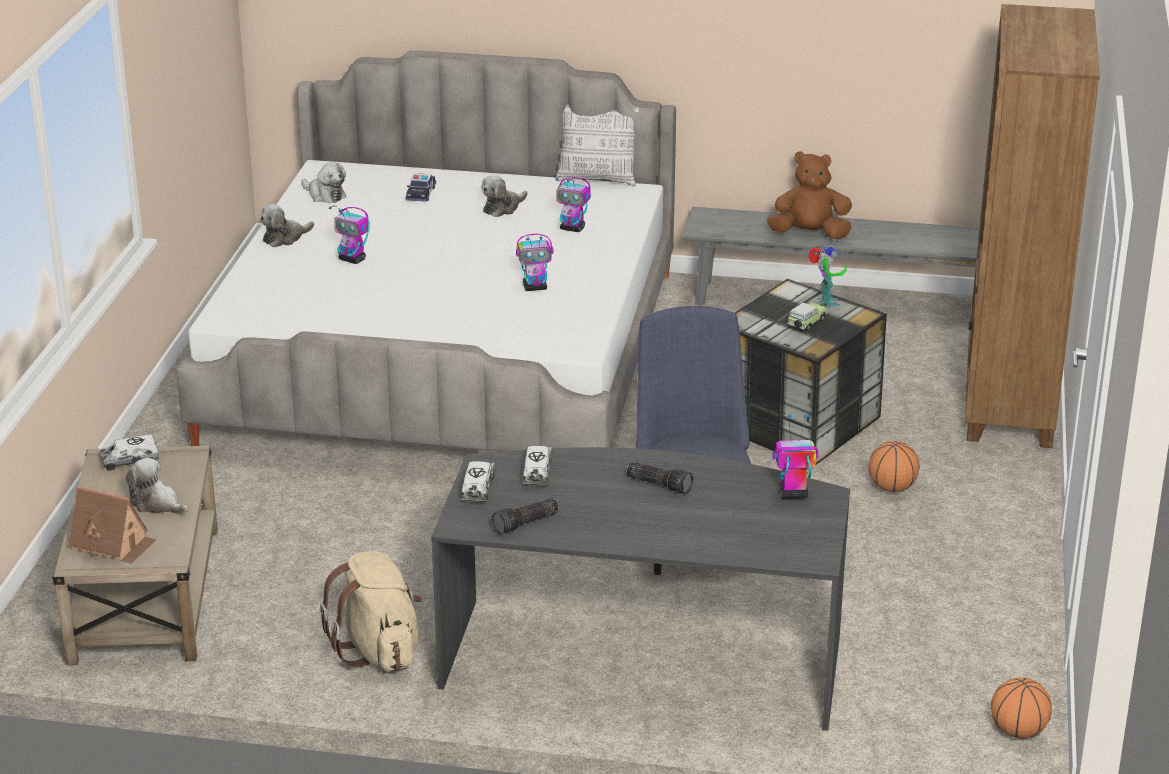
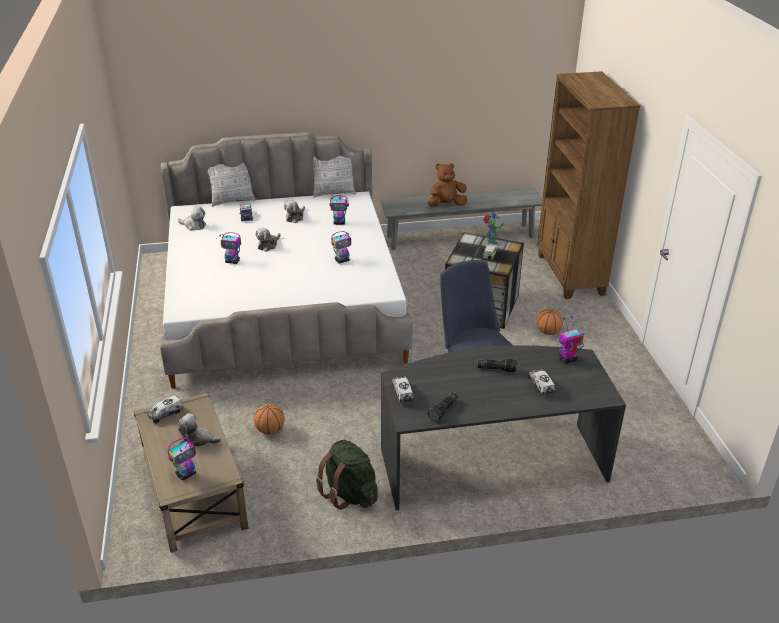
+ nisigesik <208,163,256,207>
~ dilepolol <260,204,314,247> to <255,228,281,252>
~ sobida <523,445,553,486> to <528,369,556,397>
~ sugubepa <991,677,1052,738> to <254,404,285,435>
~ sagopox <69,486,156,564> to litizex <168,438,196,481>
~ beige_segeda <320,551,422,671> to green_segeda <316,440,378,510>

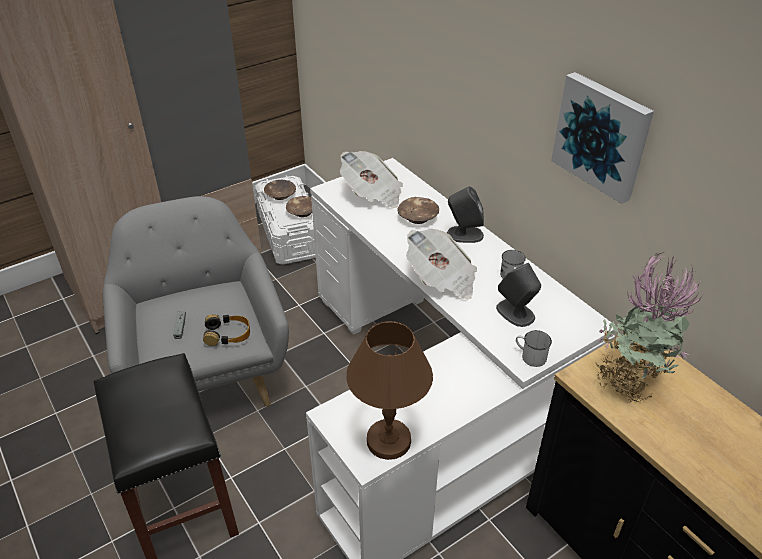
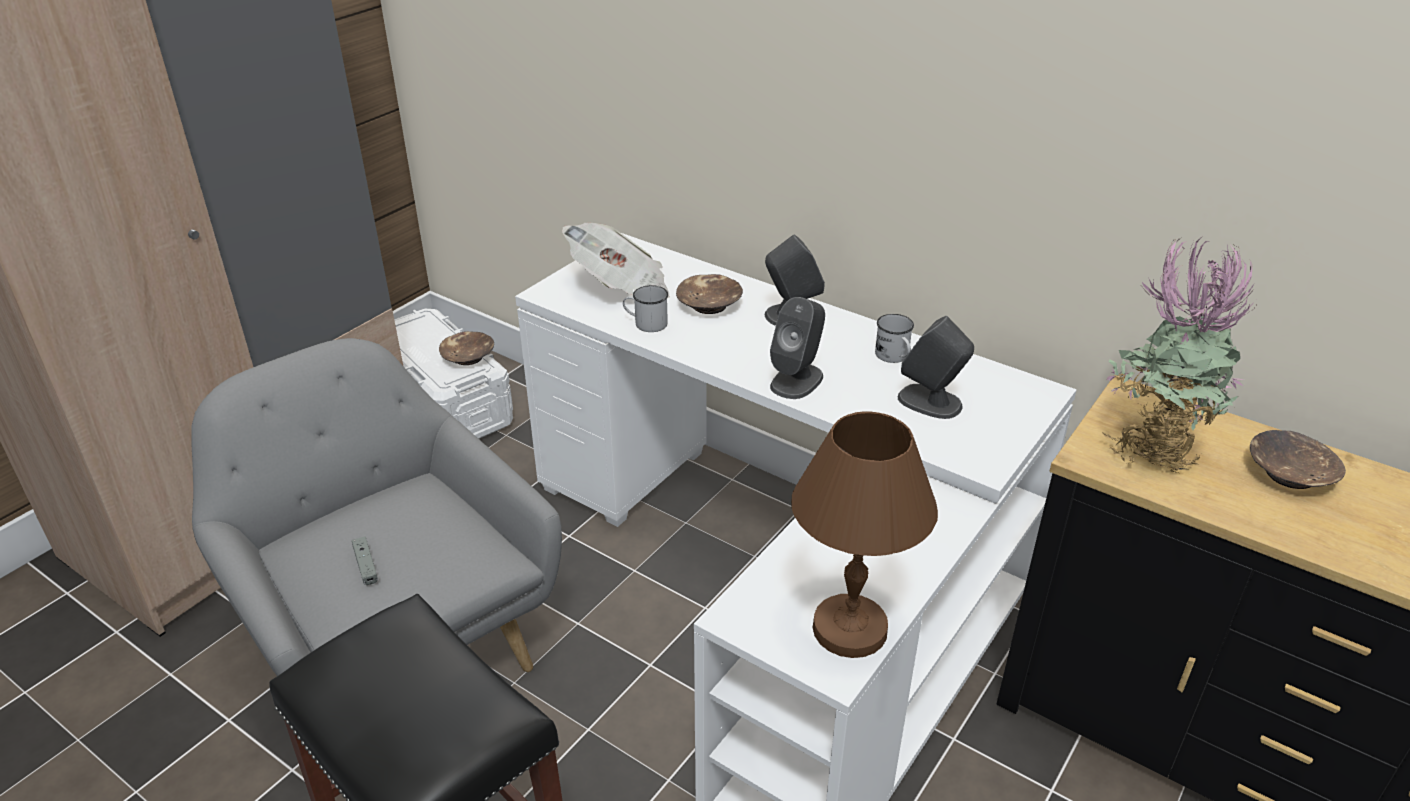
- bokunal <203,314,250,346>
- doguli <551,72,654,204>
~ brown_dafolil <264,180,296,200> to <1250,430,1346,489>
~ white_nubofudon <516,330,552,367> to <623,285,668,332>
~ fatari <406,229,477,299> to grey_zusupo <770,297,825,399>

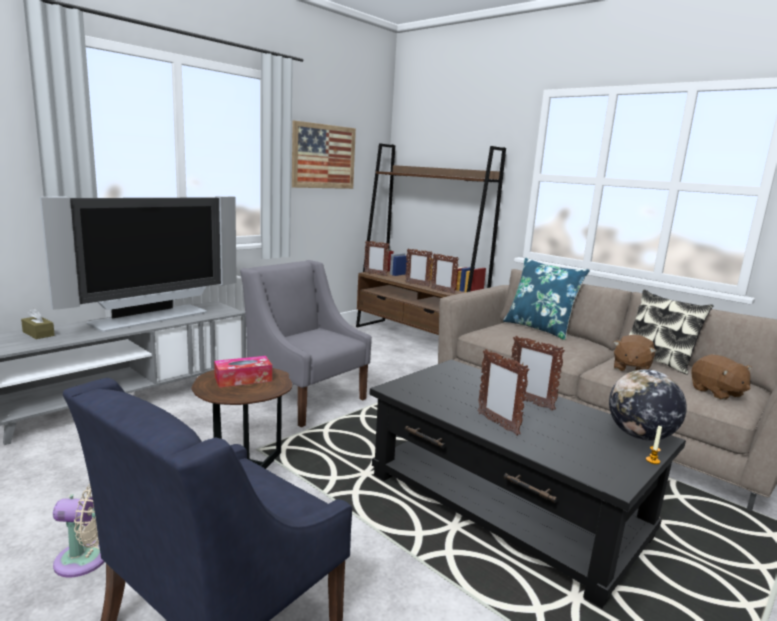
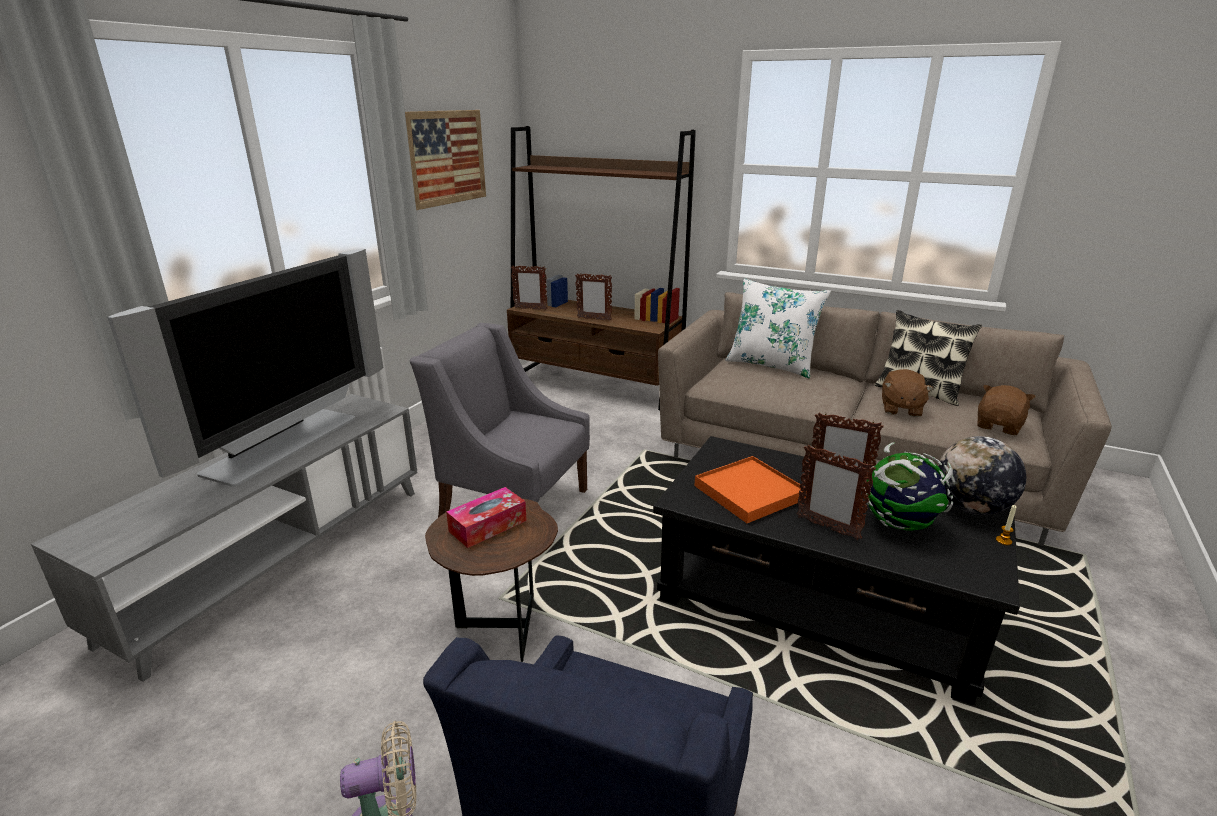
- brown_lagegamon <21,308,55,339>
- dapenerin <431,253,459,294>
+ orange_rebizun <694,456,807,523>
+ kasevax <864,442,956,531>
~ blue_nisigesik <503,258,590,340> to white_nisigesik <725,278,831,378>
~ brown_dilepolol <691,354,752,400> = <977,385,1036,435> 105 degrees counterclockwise

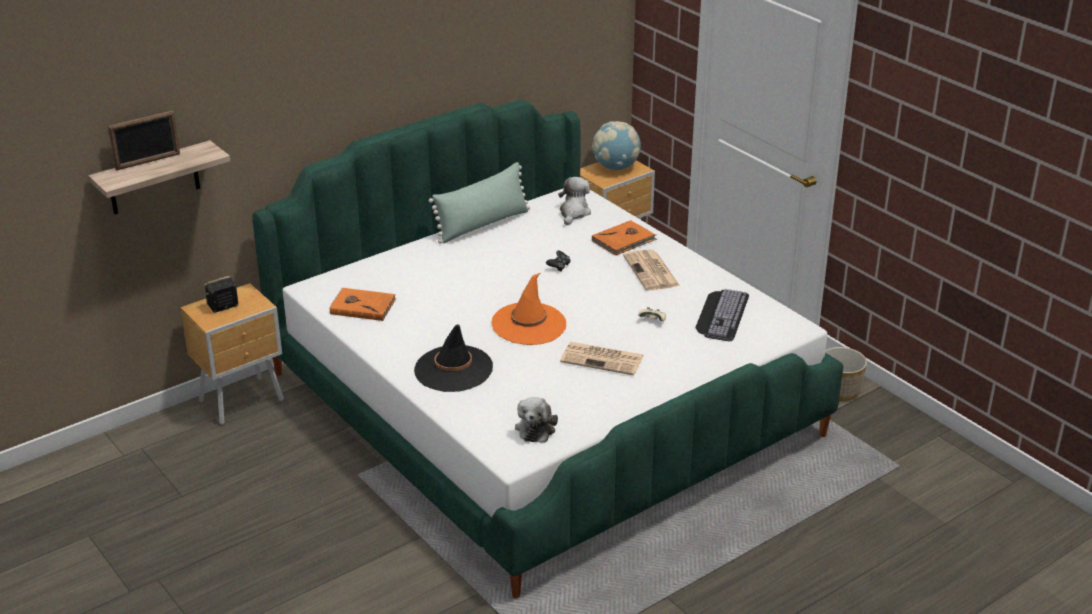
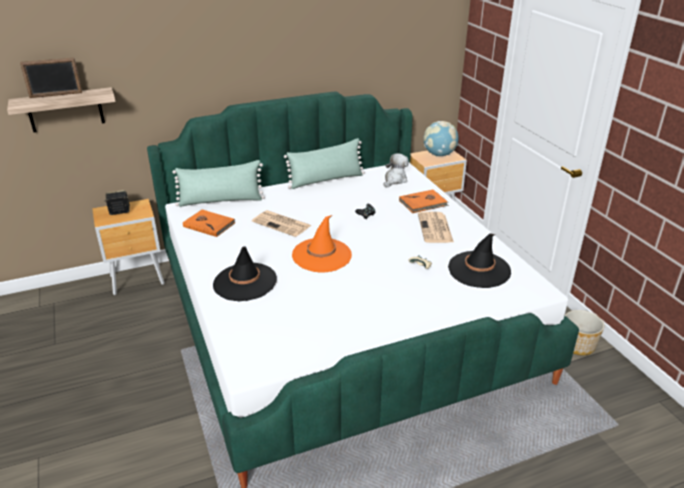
- dilepolol <515,397,558,443>
+ green_nisigesik <172,160,265,207>
~ fatari <560,342,644,375> to <252,210,312,237>
~ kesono <695,289,749,341> to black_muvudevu <448,233,511,288>

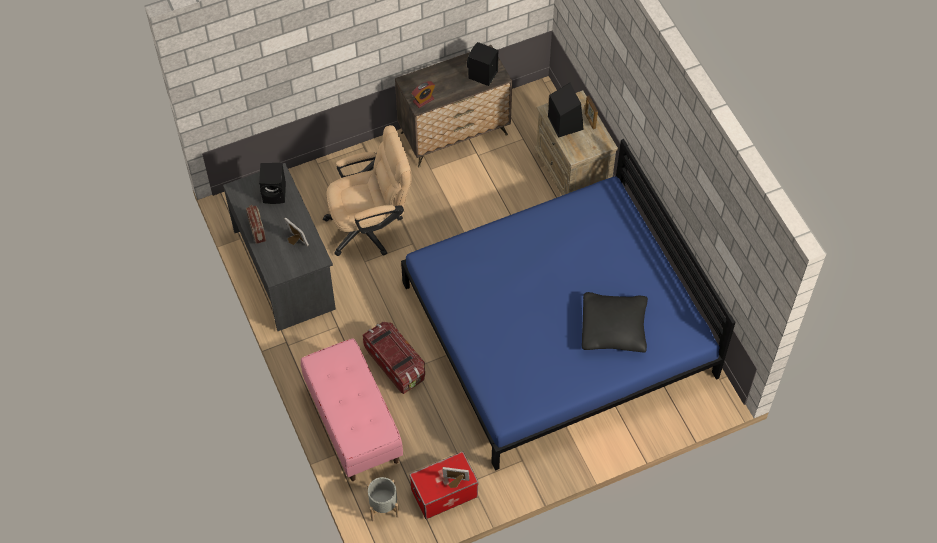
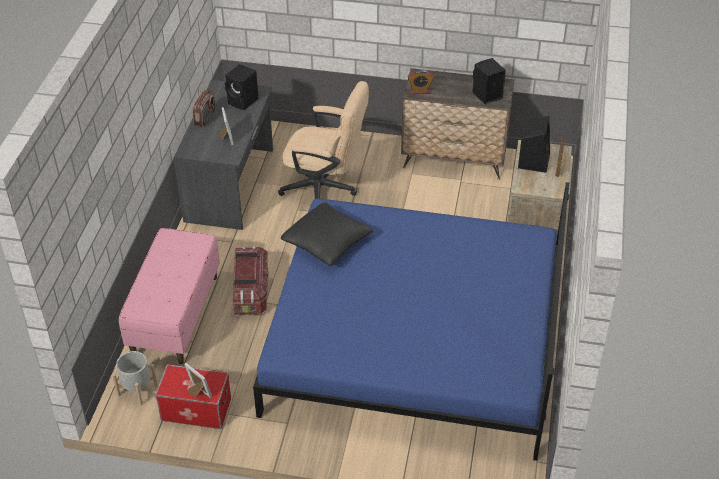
~ black_nisigesik <582,292,648,352> to <281,202,373,266>

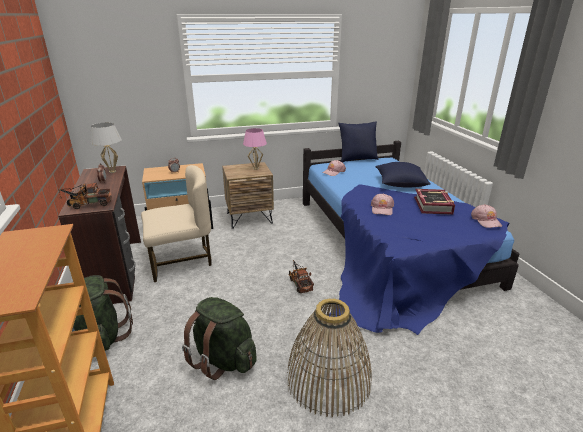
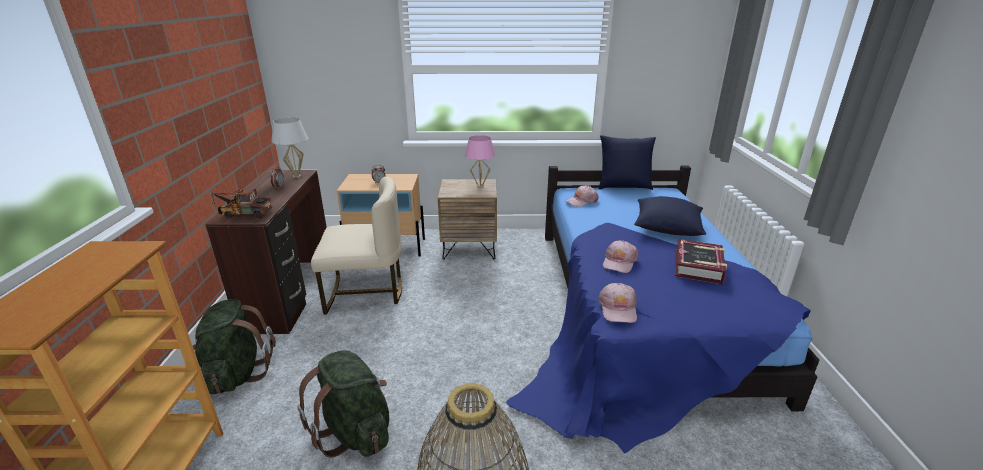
- sobida <289,260,314,293>
~ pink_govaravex <471,204,502,228> to <598,283,637,323>

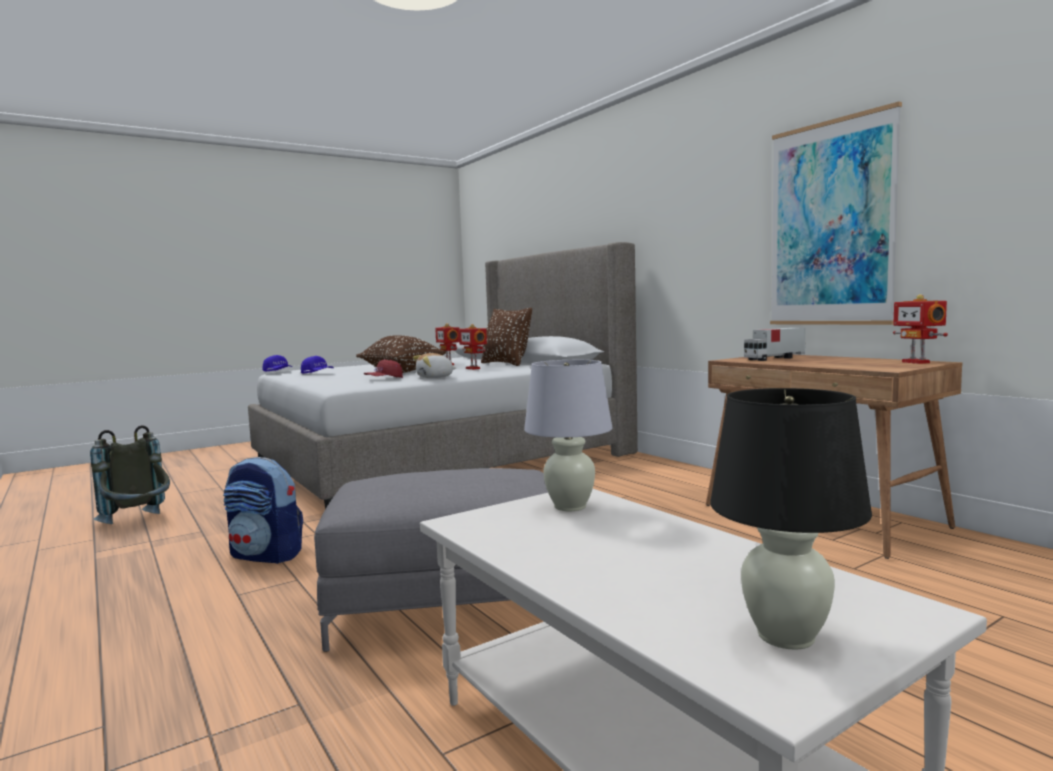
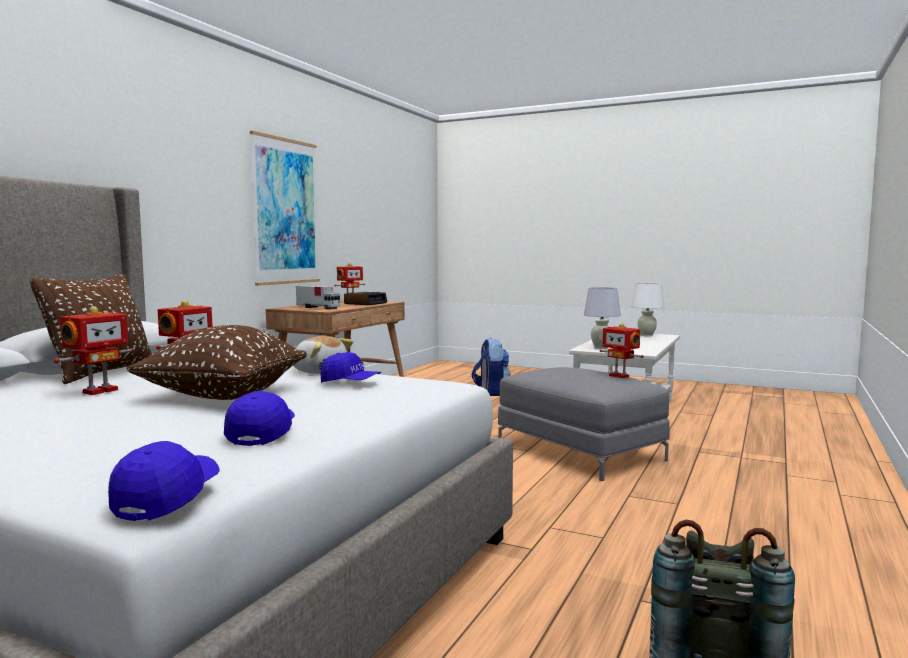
+ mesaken <344,292,387,305>
+ litizex <600,323,644,378>
~ segeda <223,457,303,564> to <471,338,511,396>
~ red_govaravex <364,360,403,378> to blue_govaravex <321,352,381,383>
~ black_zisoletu <711,388,872,650> to white_zisoletu <631,283,664,336>

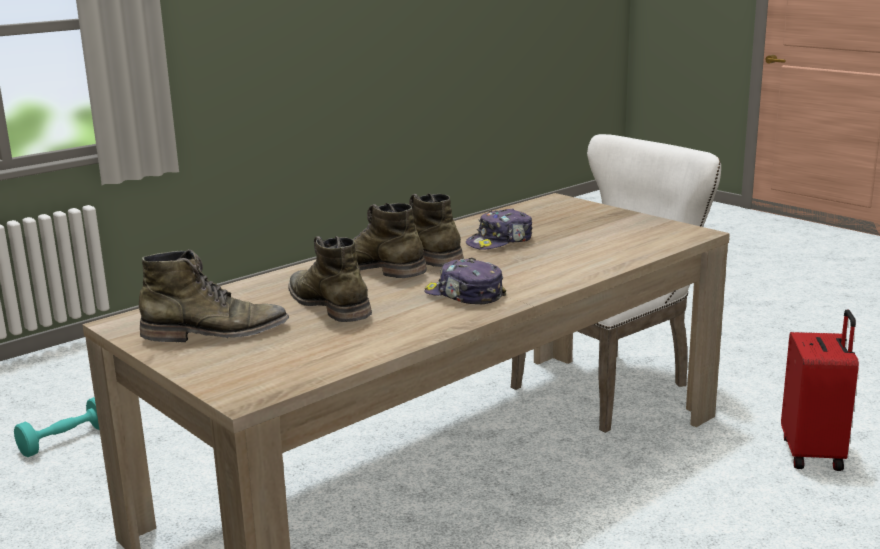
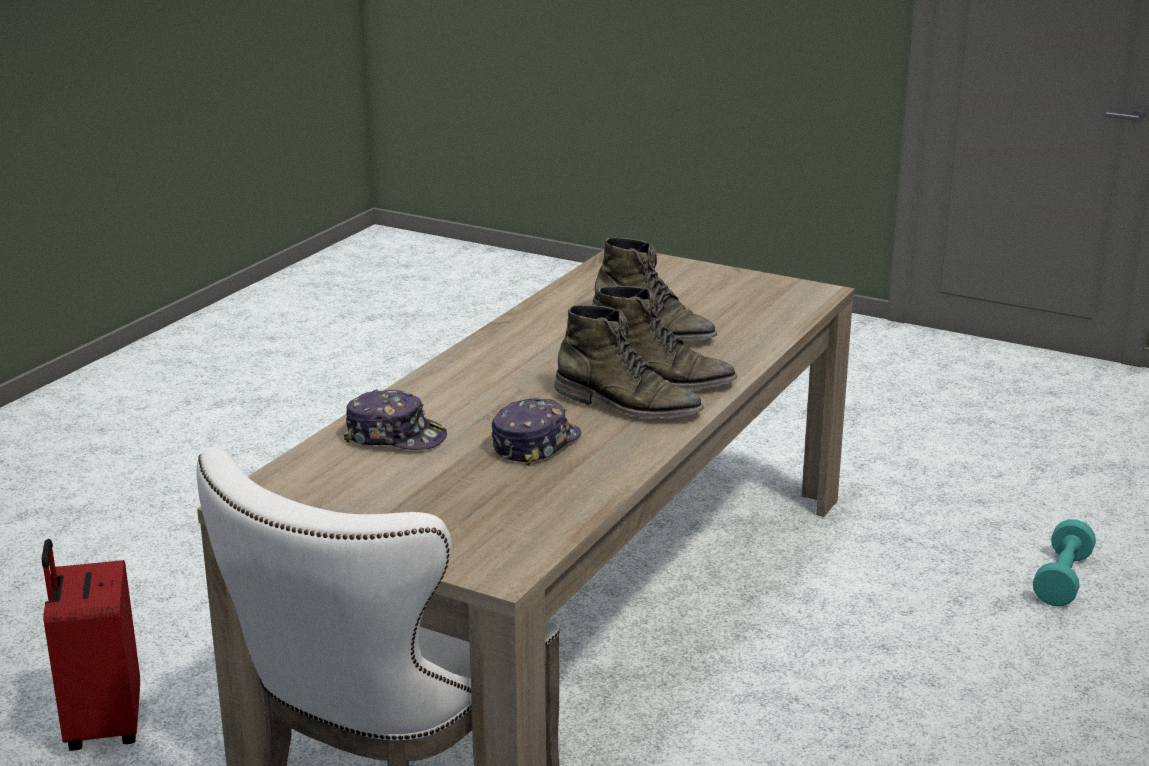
- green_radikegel <139,249,289,342>
~ govaravex <424,258,506,304> to <344,389,447,450>

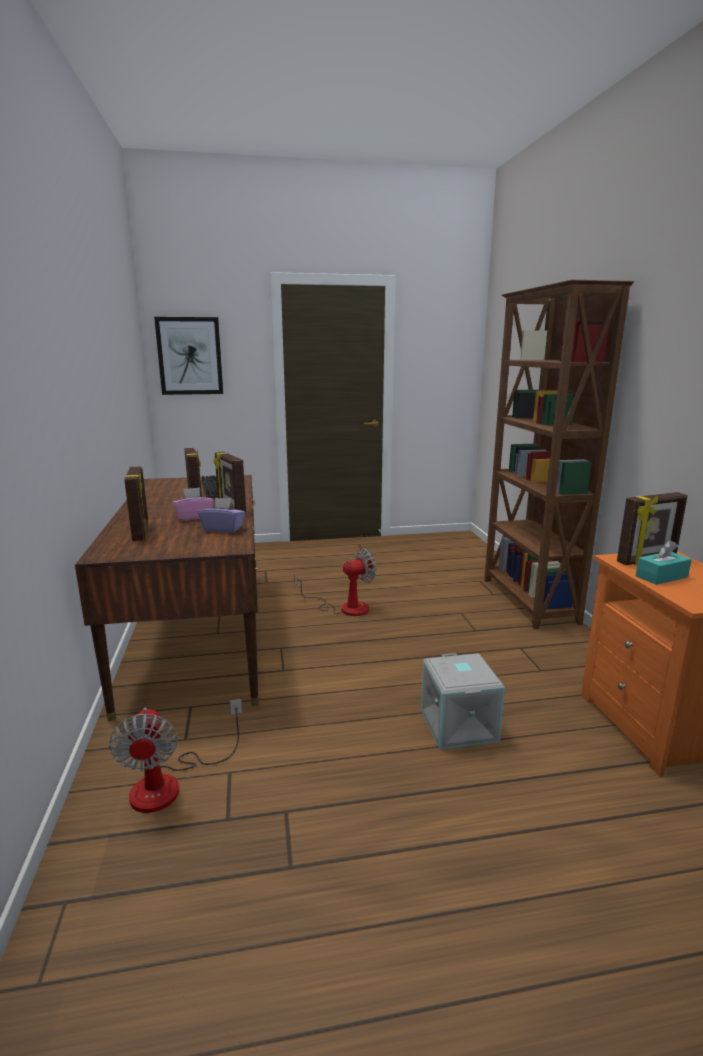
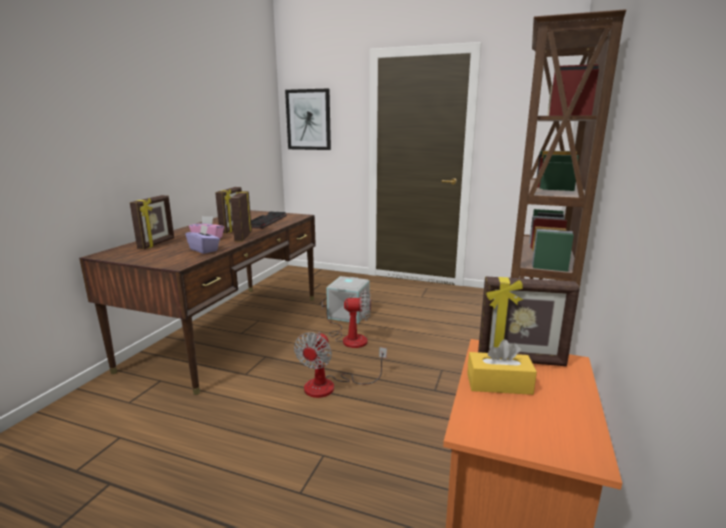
~ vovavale <109,699,242,813> to <294,332,387,398>
~ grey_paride <421,653,505,749> to <326,276,370,323>
~ turquoise_lagegamon <636,540,692,585> to yellow_lagegamon <467,339,537,395>

